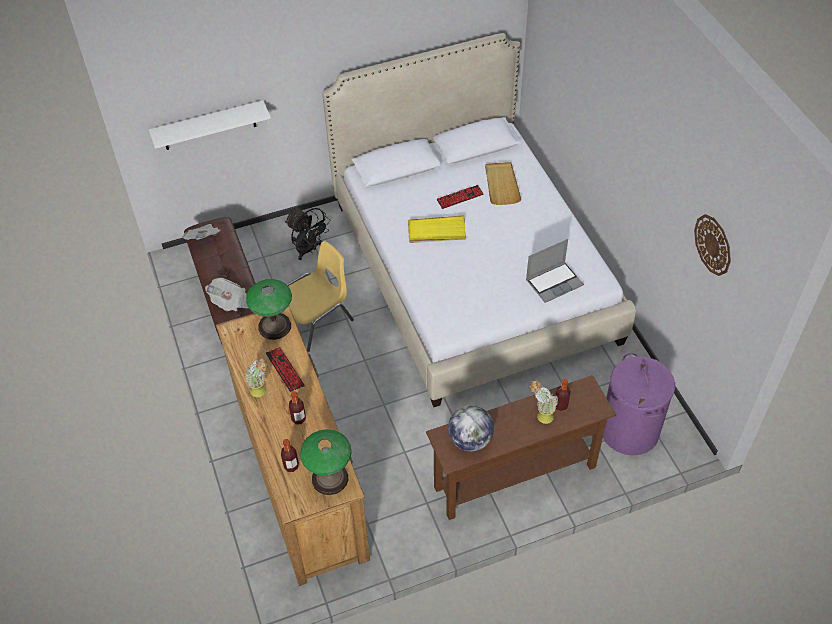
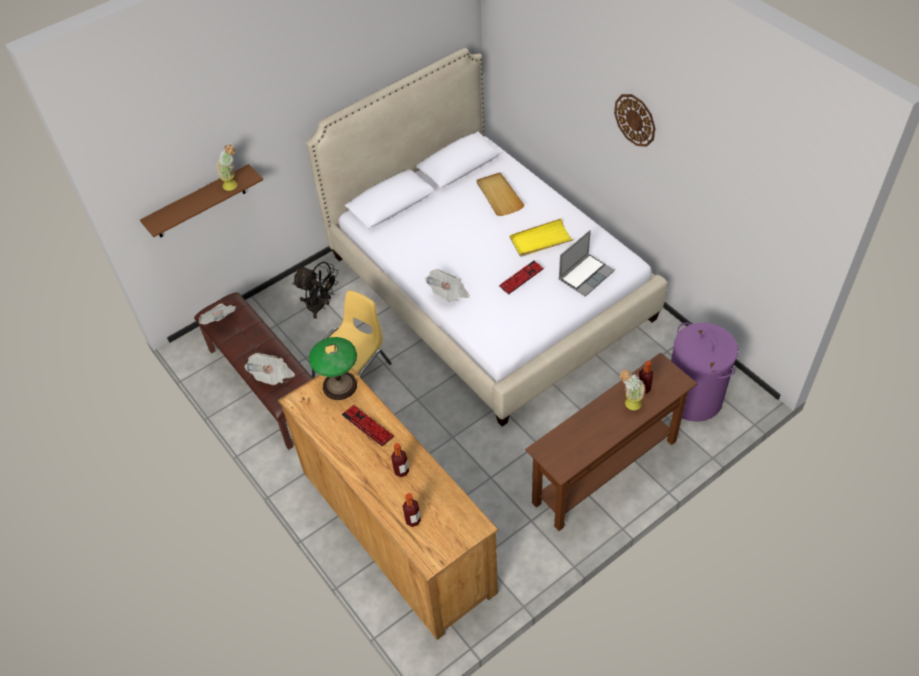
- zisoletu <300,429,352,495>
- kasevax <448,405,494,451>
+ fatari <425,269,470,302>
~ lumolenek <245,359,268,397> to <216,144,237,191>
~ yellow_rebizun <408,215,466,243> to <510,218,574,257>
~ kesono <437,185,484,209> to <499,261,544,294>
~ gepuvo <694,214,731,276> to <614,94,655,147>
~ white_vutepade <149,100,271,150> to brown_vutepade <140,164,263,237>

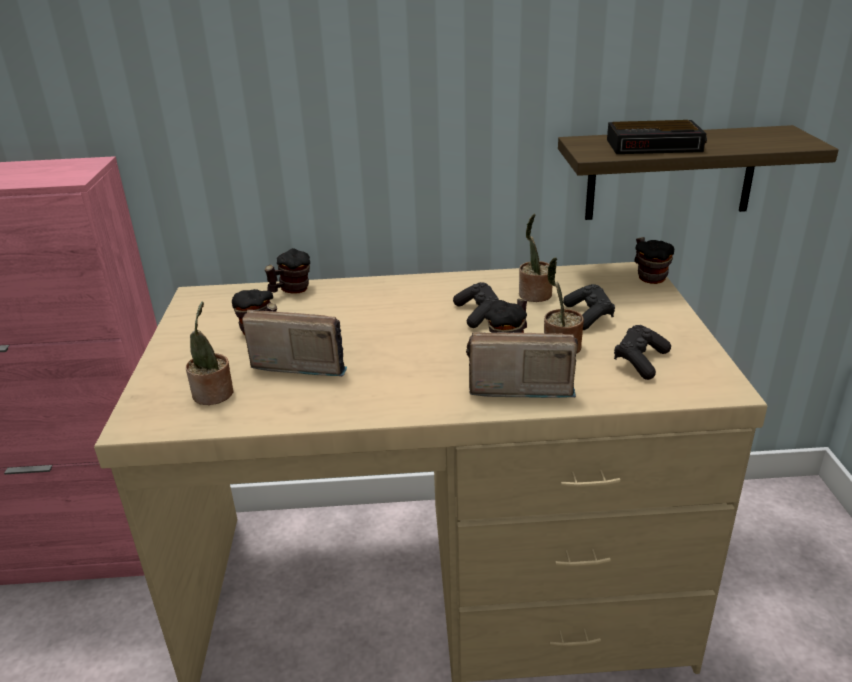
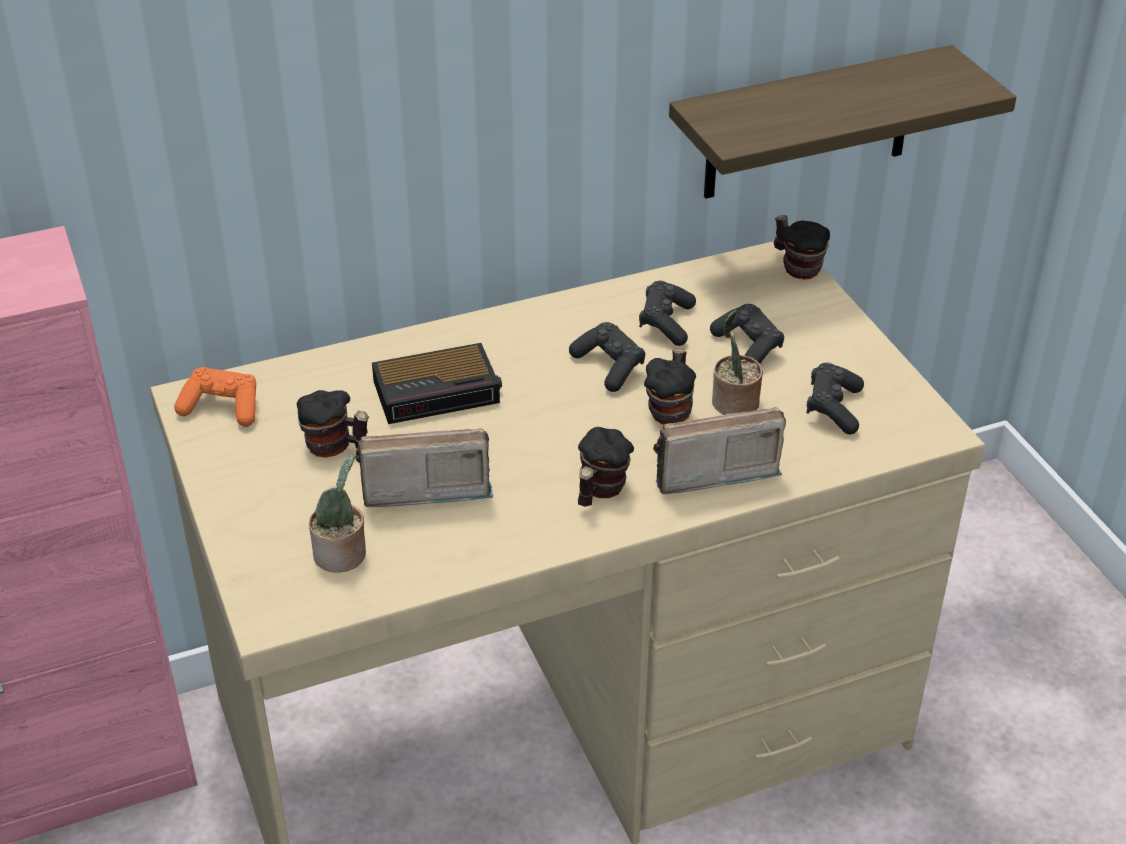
+ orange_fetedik <174,367,256,427>
~ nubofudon <264,248,310,294> to <578,427,634,507>
~ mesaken <607,120,707,154> to <372,343,502,424>
~ lumolenek <519,214,552,302> to black_fetedik <639,281,696,346>

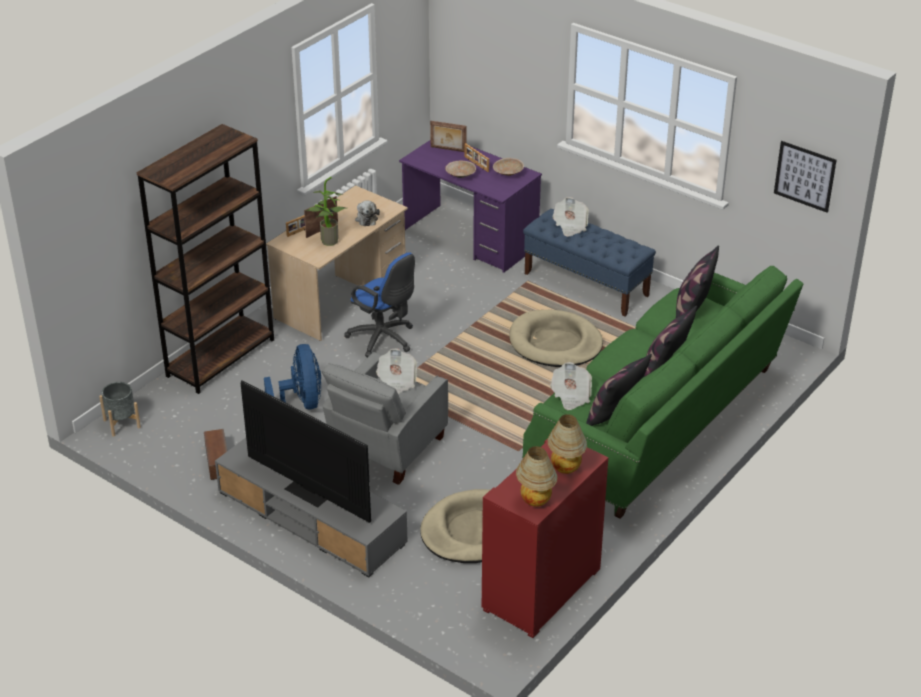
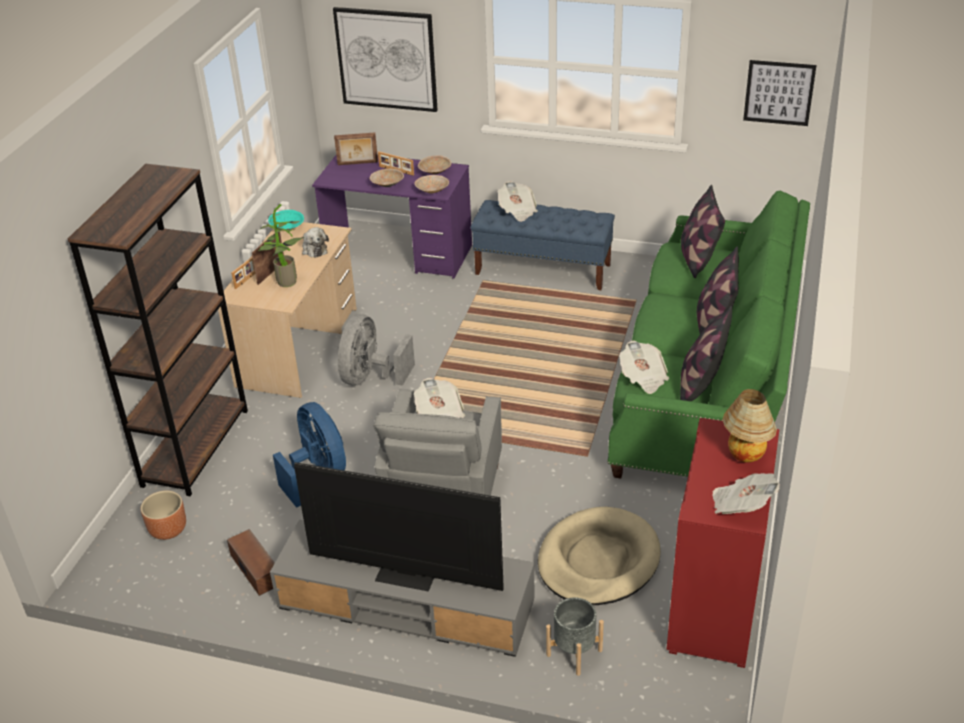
- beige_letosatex <509,310,603,367>
+ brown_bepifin <141,491,186,540>
+ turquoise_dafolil <268,210,304,230>
+ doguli <333,7,438,112>
+ beige_dafolil <414,175,449,194>
~ grey_bepifin <99,382,141,437> to <546,597,604,676>
~ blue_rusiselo <344,252,415,357> to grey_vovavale <338,315,415,386>
~ zisoletu <516,446,558,507> to fatari <713,473,780,514>

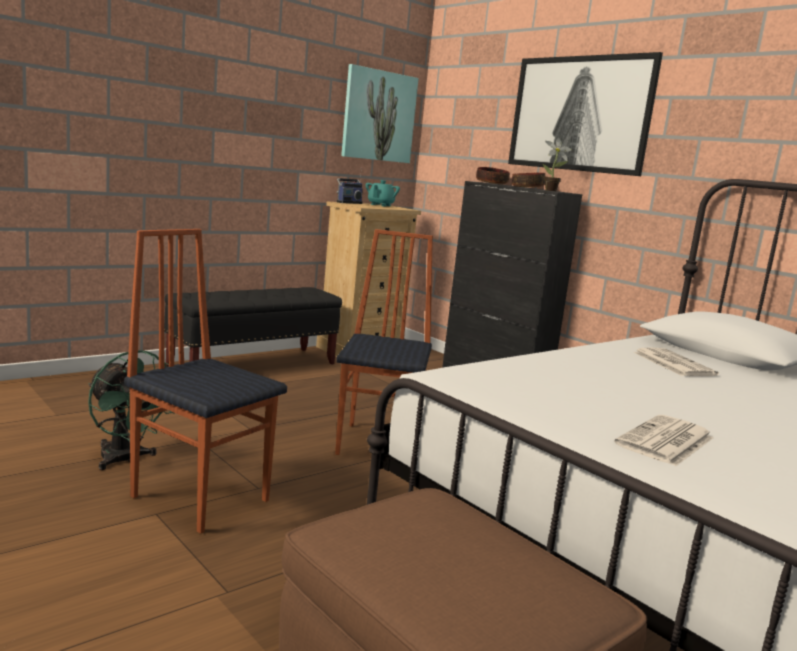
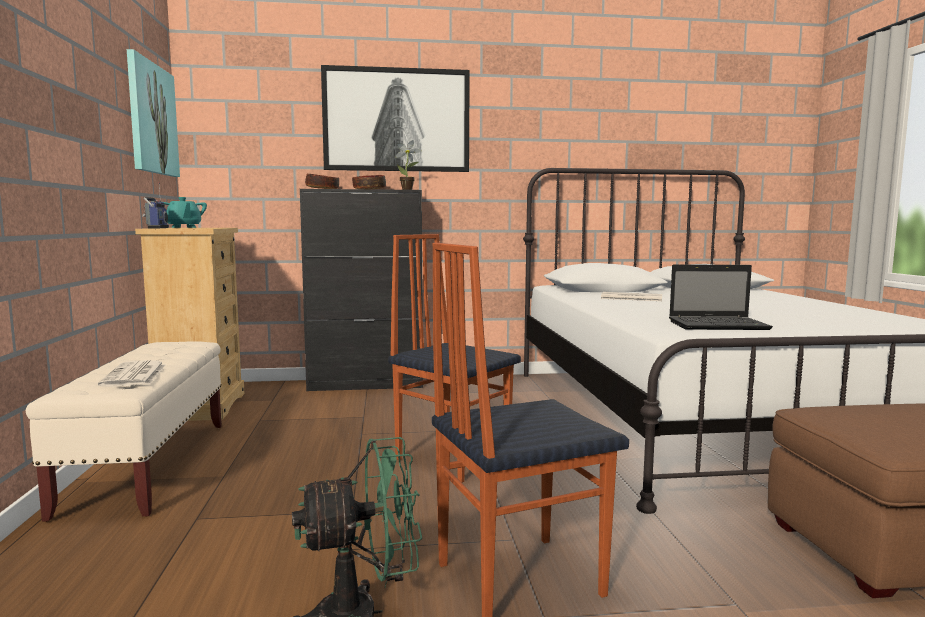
+ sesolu <669,264,773,330>
~ fatari <614,415,714,466> to <98,360,166,387>
~ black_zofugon <164,287,342,366> to beige_zofugon <26,341,222,522>

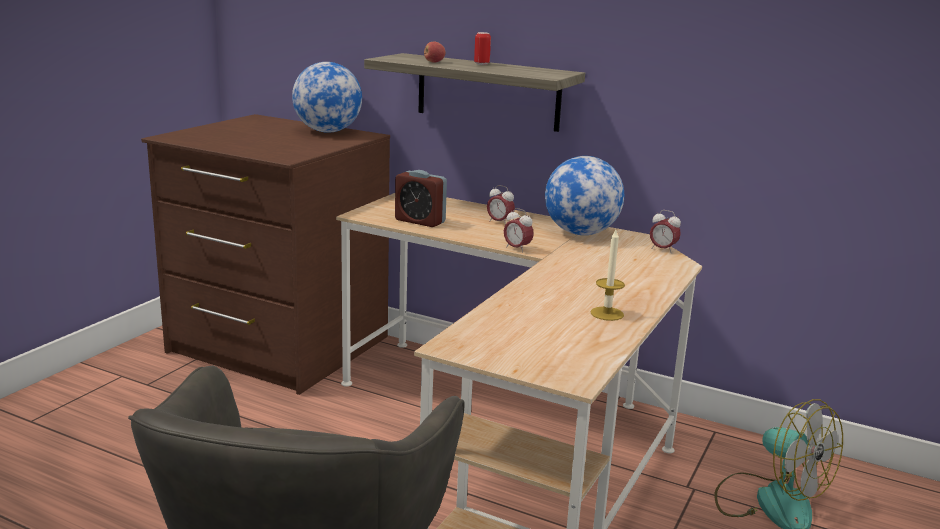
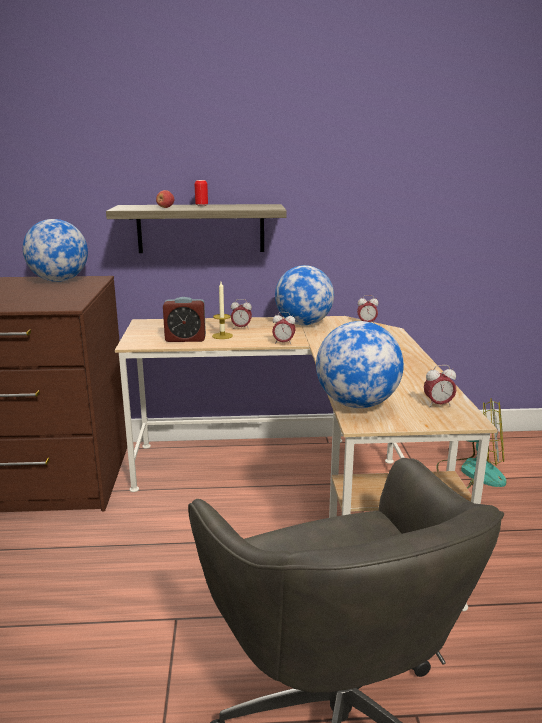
+ kasevax <316,321,404,408>
+ mesaken <424,365,456,407>
~ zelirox <591,230,625,321> to <212,282,233,339>

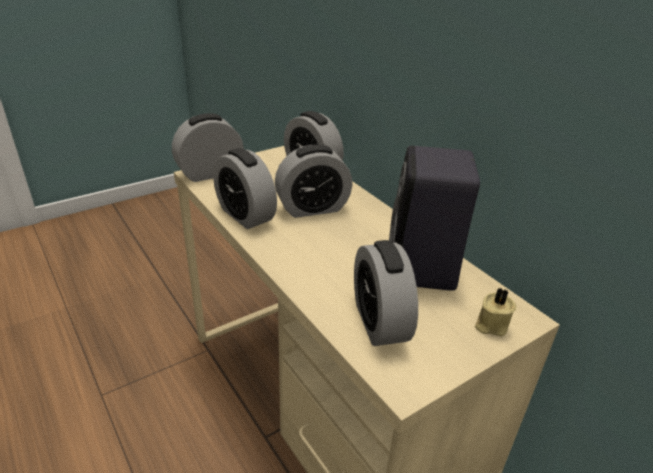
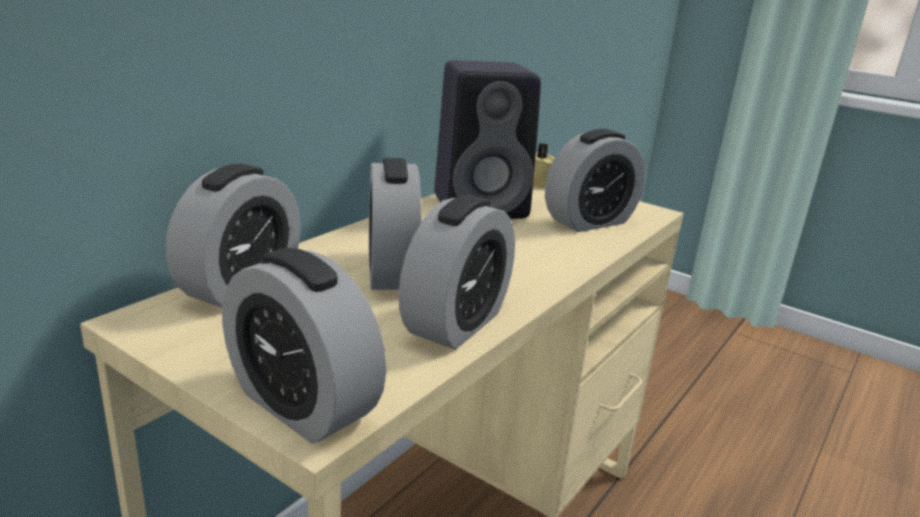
~ mesaken <275,145,352,218> = <369,158,422,290> 150 degrees counterclockwise

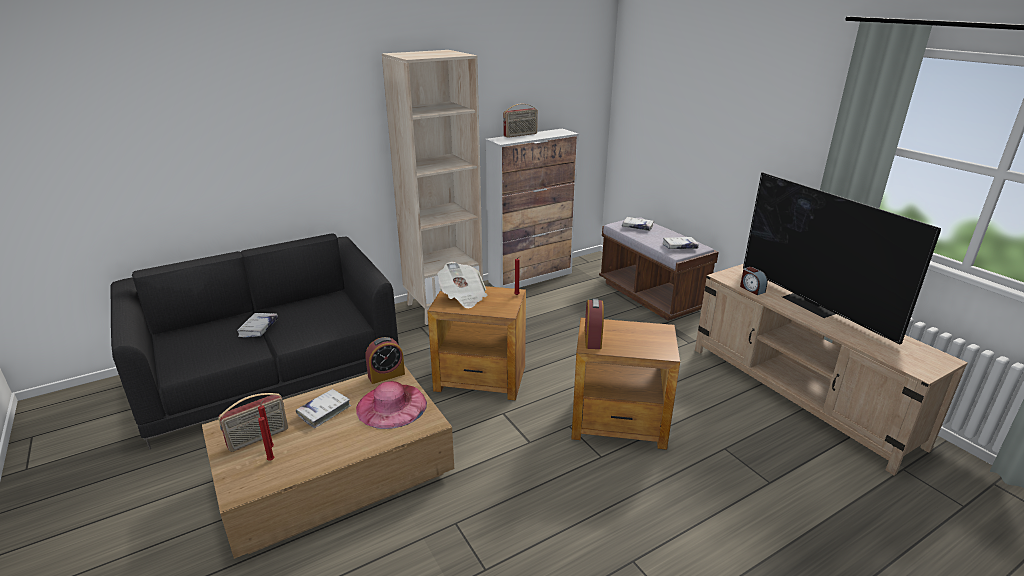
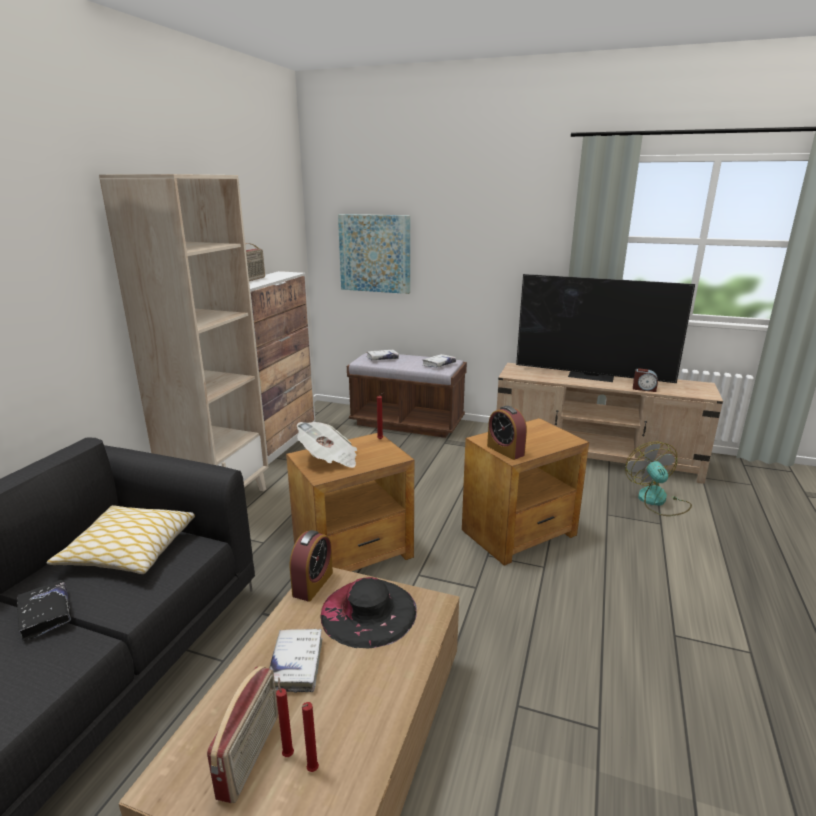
+ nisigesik <47,505,195,574>
+ doguli <338,214,410,294>
+ vovavale <626,442,692,516>
~ mesaken <740,267,768,295> to <633,368,658,392>
~ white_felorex <237,313,278,337> to black_felorex <17,580,71,641>
~ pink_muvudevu <356,381,427,429> to black_muvudevu <320,577,417,648>

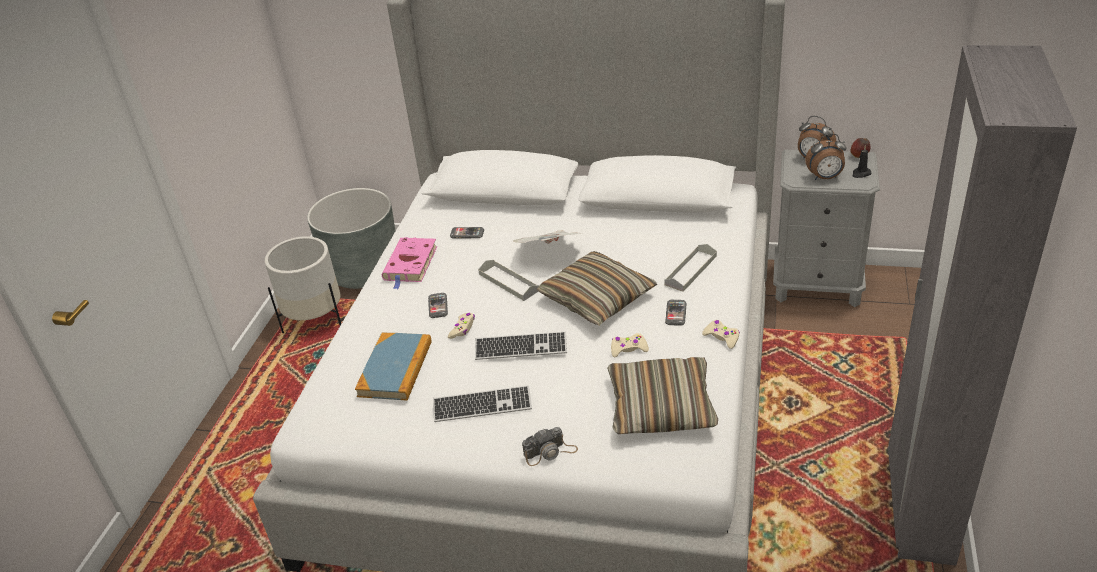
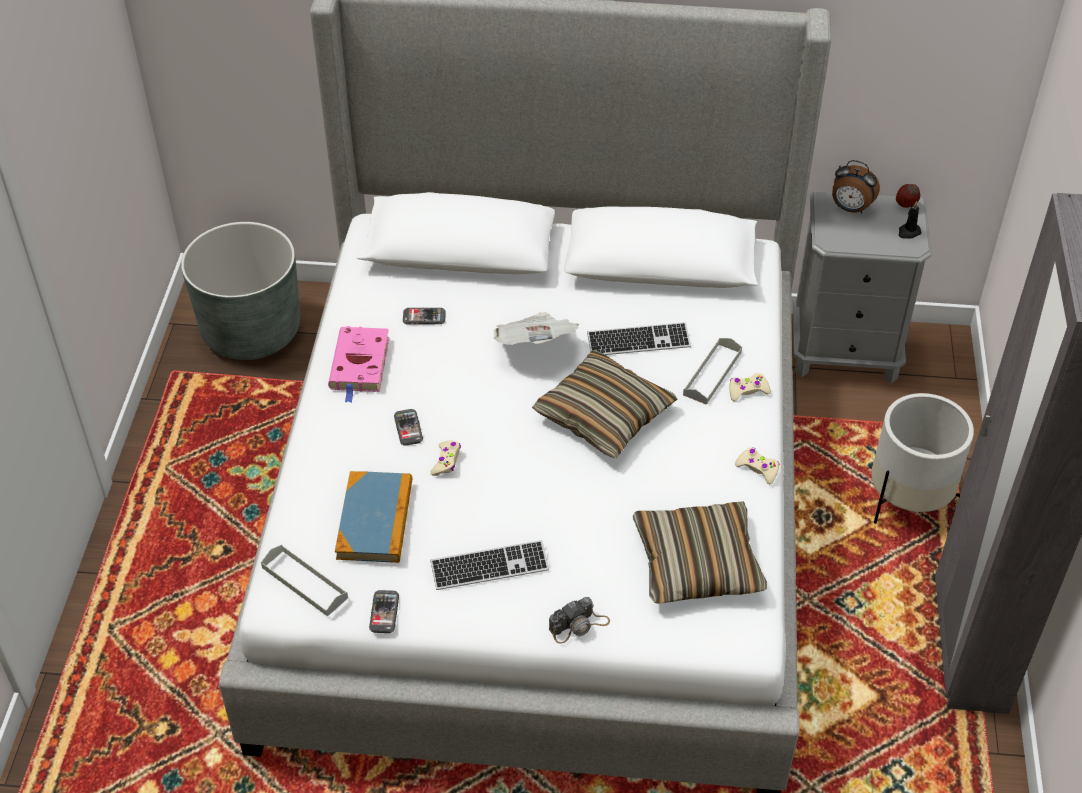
- mesaken <805,134,847,180>
~ white_bepifin <265,236,341,333> to <871,393,974,524>
~ kesono <475,331,567,360> to <587,322,691,355>
~ grey_rebizun <478,260,539,301> to <261,545,348,617>
~ beige_fetedik <611,333,649,357> to <729,373,771,401>
~ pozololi <665,300,686,326> to <369,590,399,633>

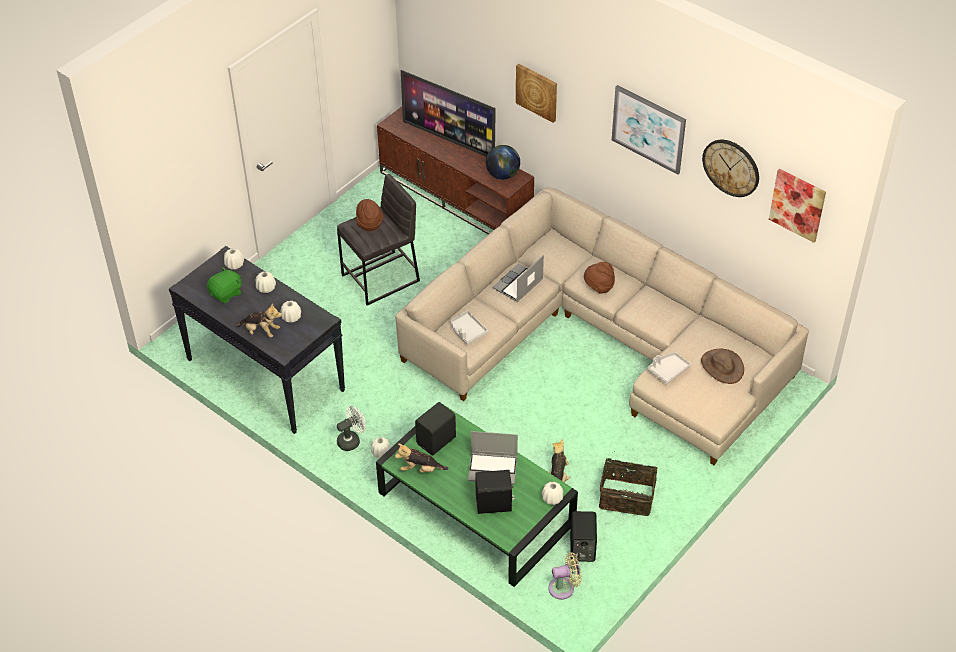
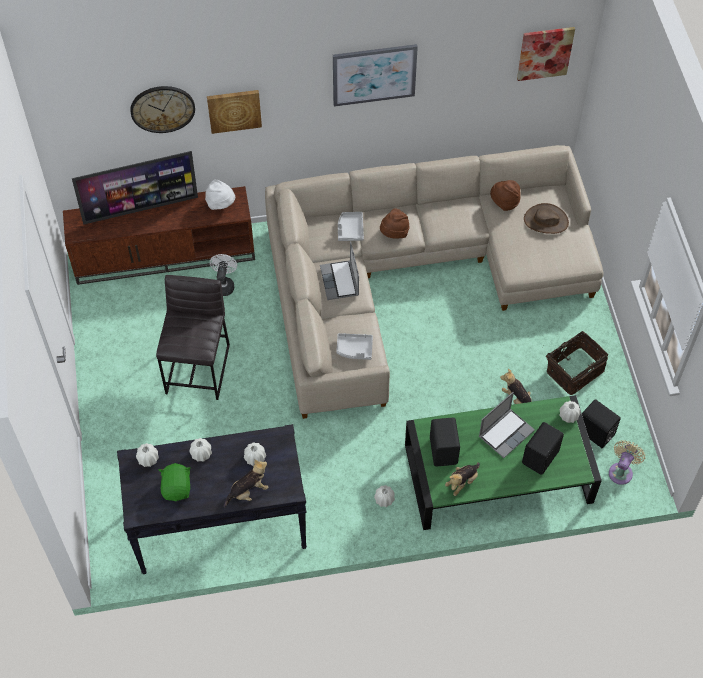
~ white_vovavale <337,405,366,451> to <210,254,237,296>
~ brown_muvudevu <356,199,384,231> to <490,180,521,211>
~ grey_rebizun <647,352,691,384> to <338,212,364,241>
~ gepuvo <702,140,759,197> to <130,86,195,133>
~ kasevax <486,145,520,180> to white_muvudevu <205,179,235,210>

